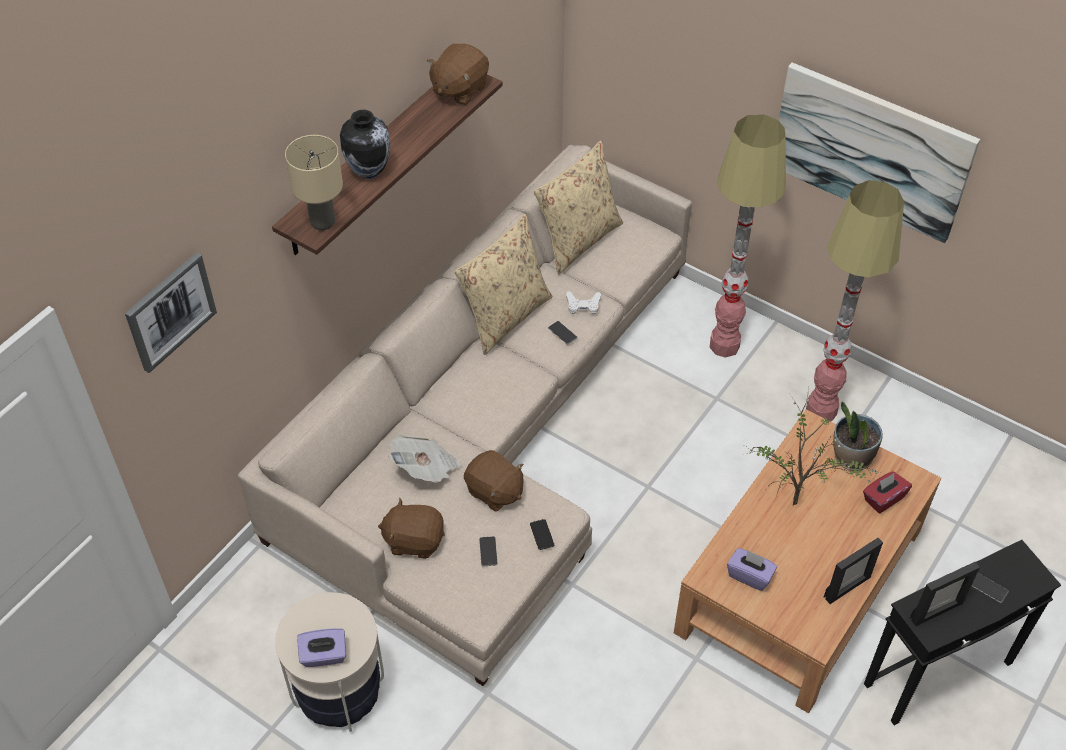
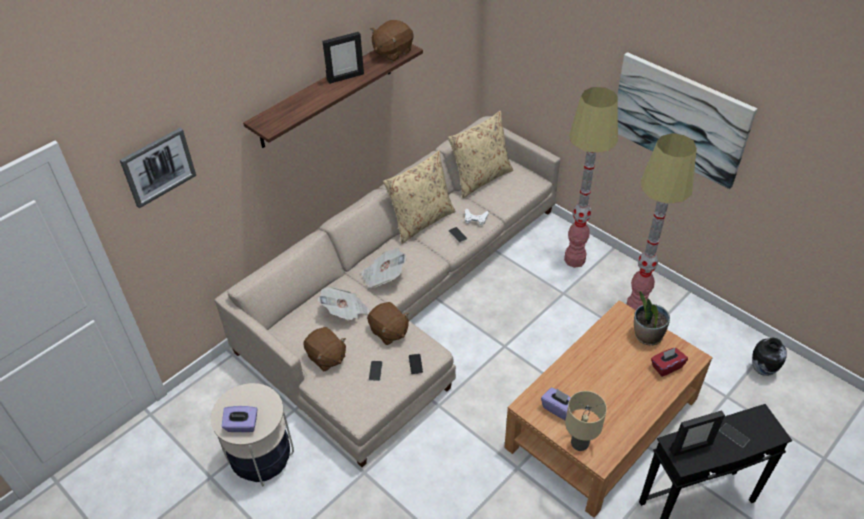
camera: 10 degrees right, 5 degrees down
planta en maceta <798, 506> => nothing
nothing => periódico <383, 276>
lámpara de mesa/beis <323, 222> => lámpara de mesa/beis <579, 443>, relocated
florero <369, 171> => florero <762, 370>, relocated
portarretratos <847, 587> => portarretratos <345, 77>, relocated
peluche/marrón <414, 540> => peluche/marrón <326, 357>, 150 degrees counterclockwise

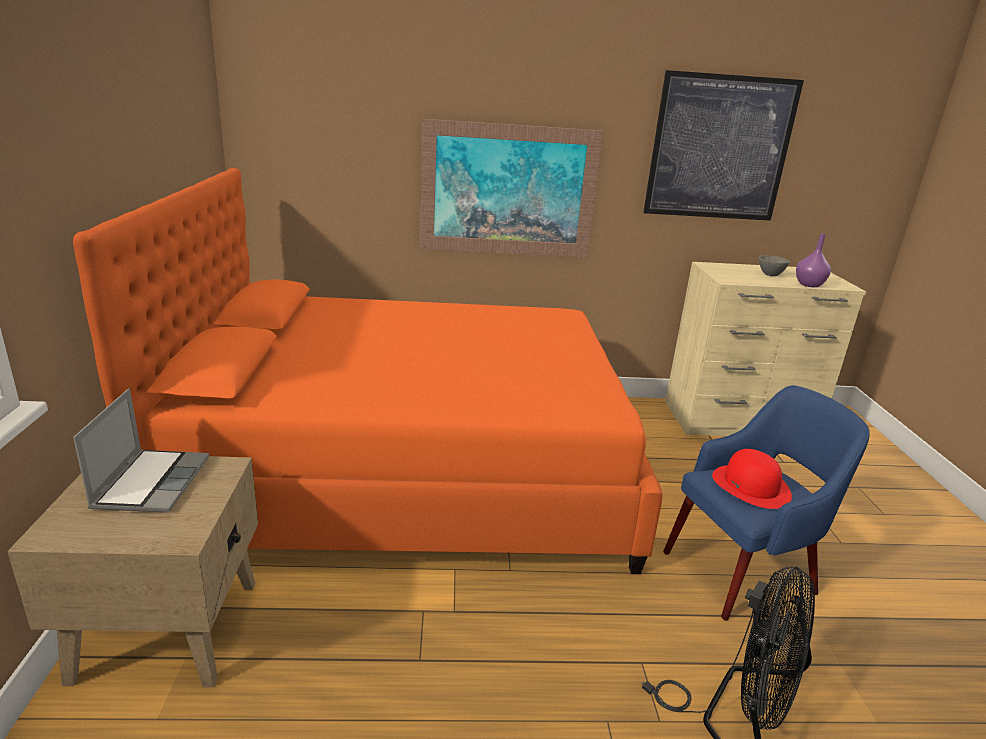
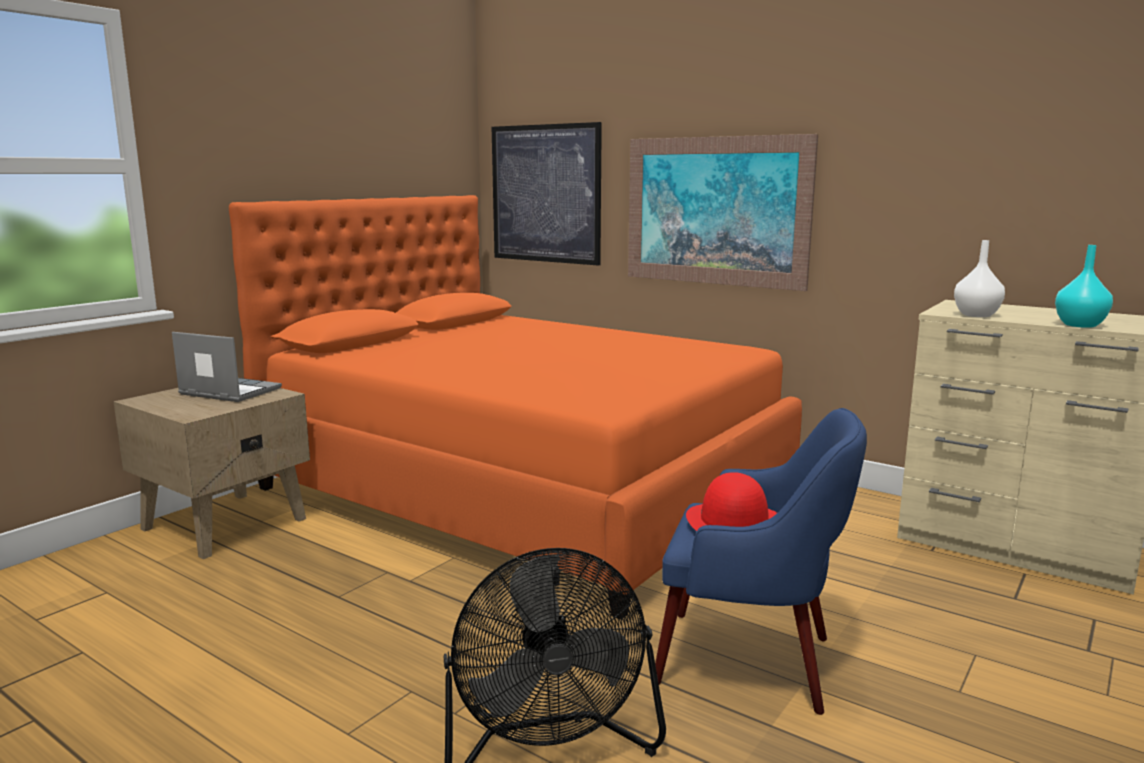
camera: 40 degrees right, 10 degrees down
cuenco/gris <770, 275> => nothing
nothing => florero/blanco <976, 315>
cuadro <719, 148> => cuadro <545, 194>, relocated
florero/morado <809, 285> => florero/turquesa <1079, 325>
portátil <151, 482> => portátil <228, 392>, 105 degrees counterclockwise

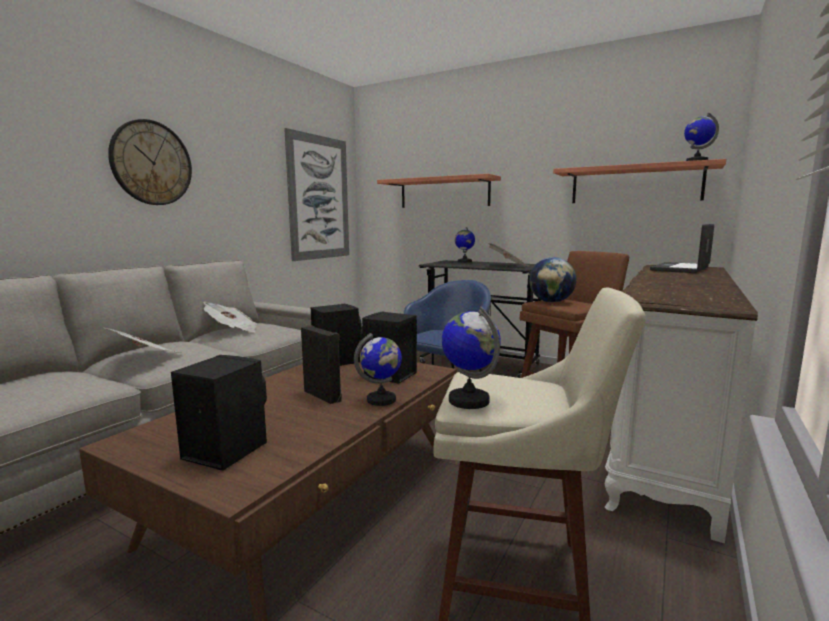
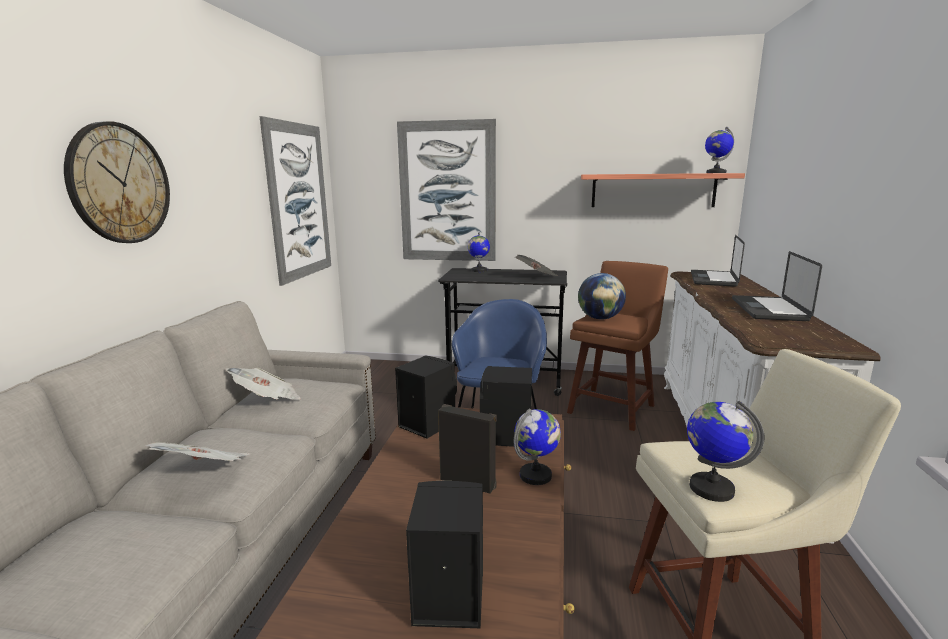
camera: 20 degrees left, 5 degrees up
nothing => portátil <768, 309>
estante <444, 193> => cuadro <447, 192>

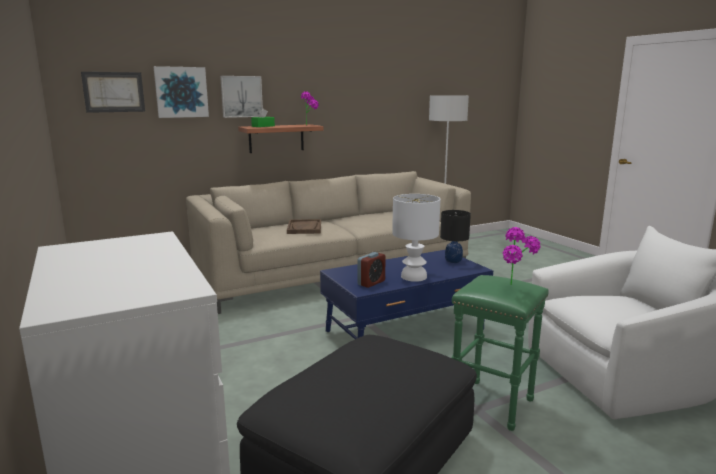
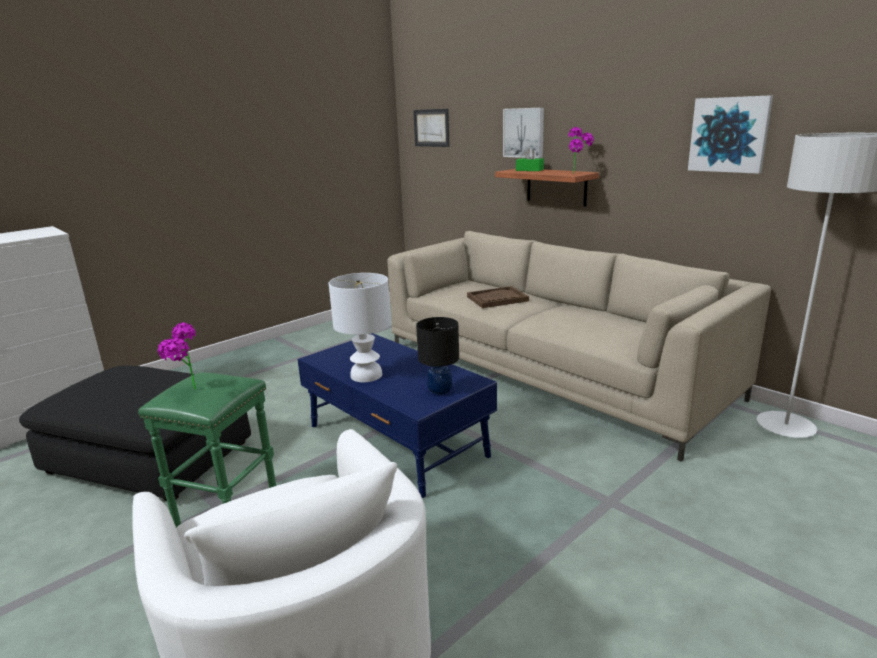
camera: 75 degrees right, 5 degrees up
despertador <371, 283> => nothing
cuadro <181, 92> => cuadro <729, 134>, relocated

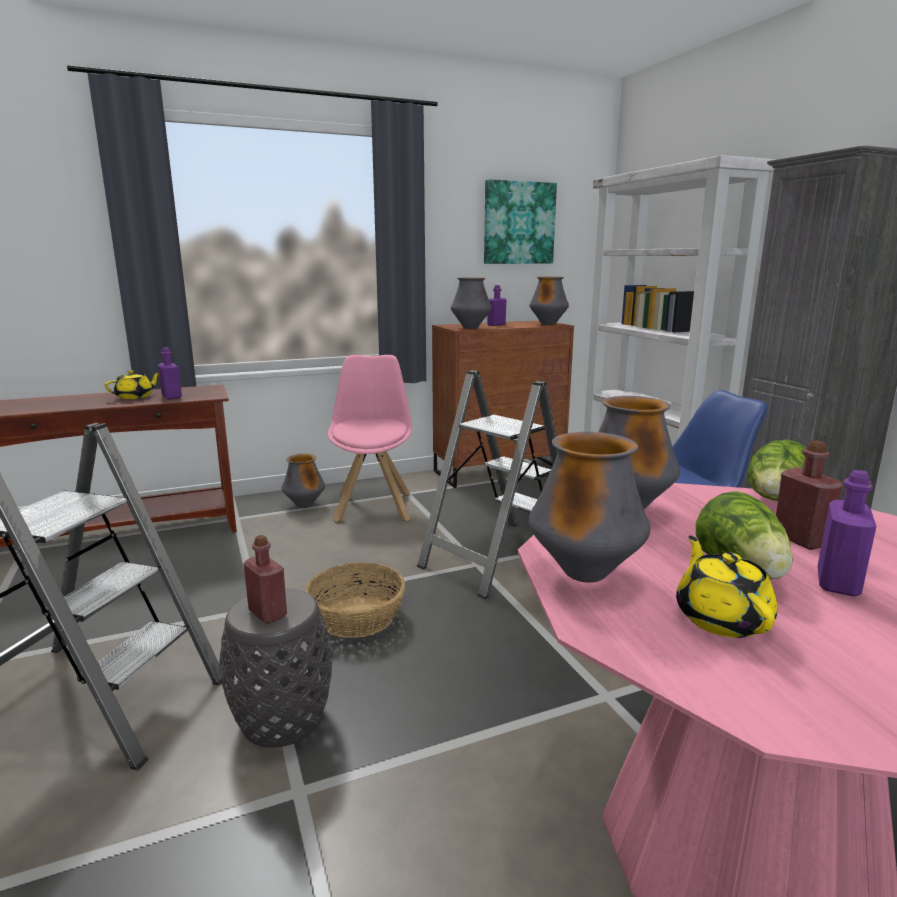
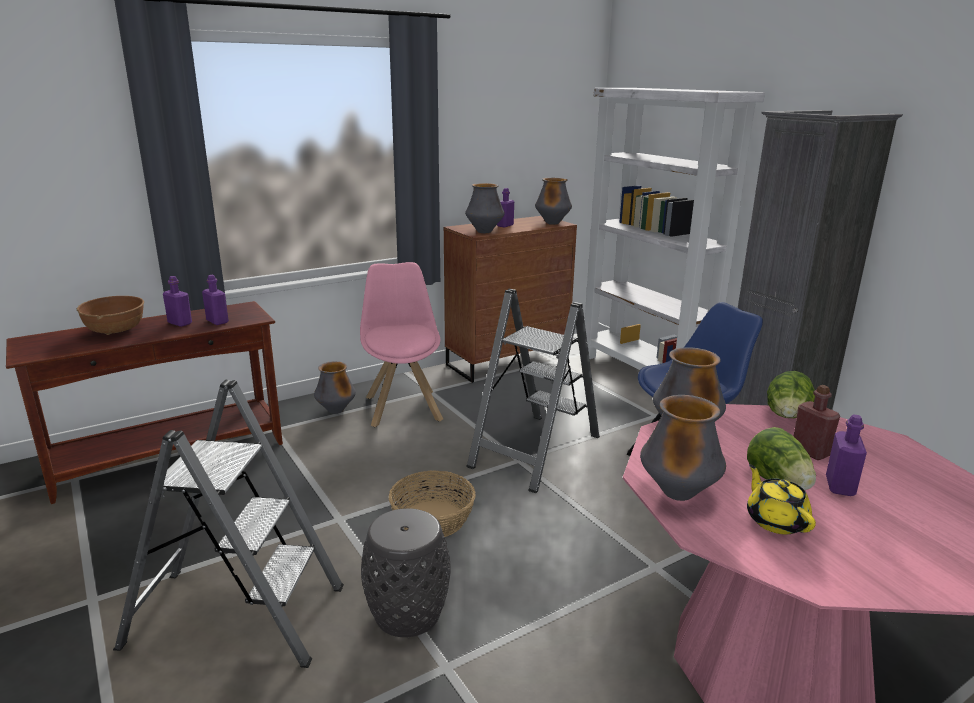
camera: 10 degrees left, 5 degrees up
botella/rojo <268, 613> => nothing
cuadro <518, 223> => nothing
nothing => cuenco/marrón <116, 330>
tetera/amarillo <135, 397> => botella/morado <180, 323>

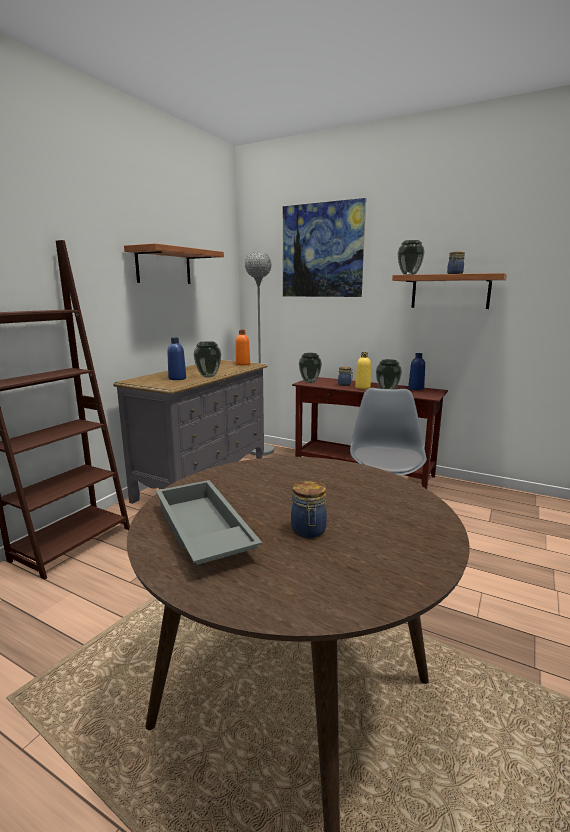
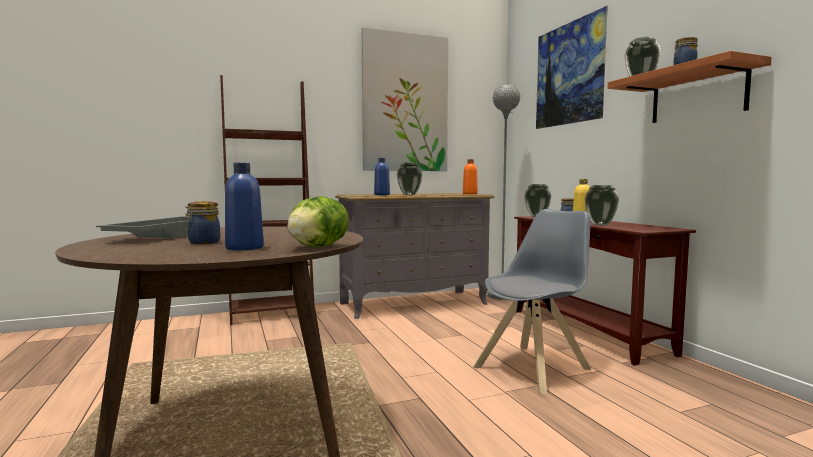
camera: 40 degrees right, 10 degrees down
nothing => lechuga <317, 247>
botella/azul <416, 388> => botella/azul <244, 248>, relocated
estante <164, 266> => cuadro <405, 103>

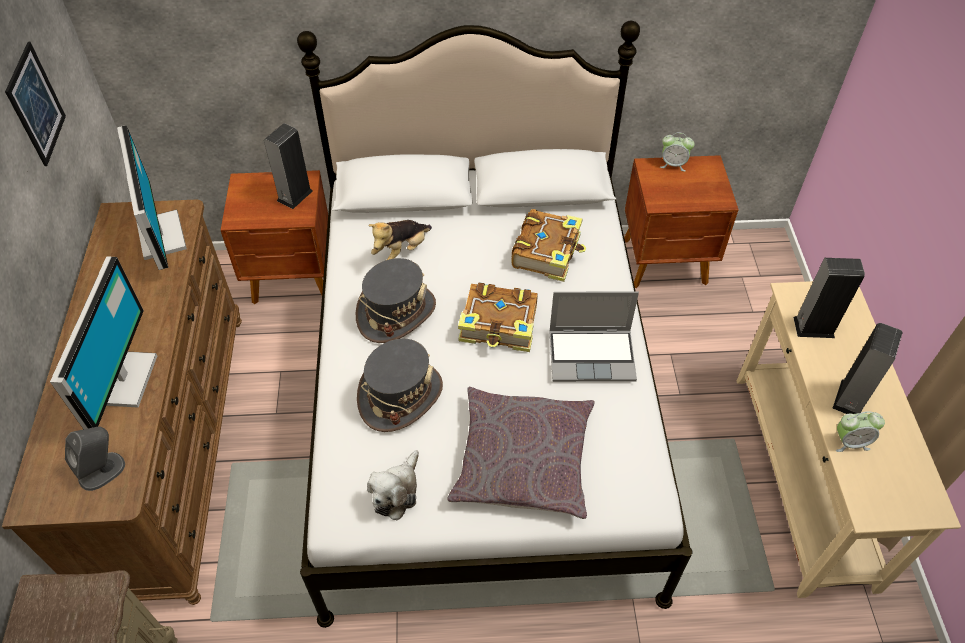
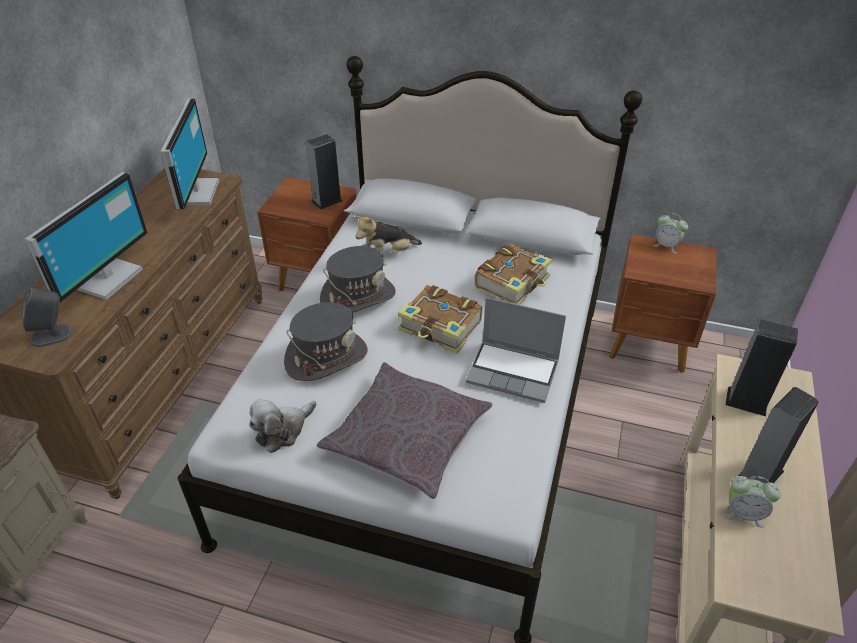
camera: 20 degrees right, 10 degrees down
cuadro <36, 104> => nothing

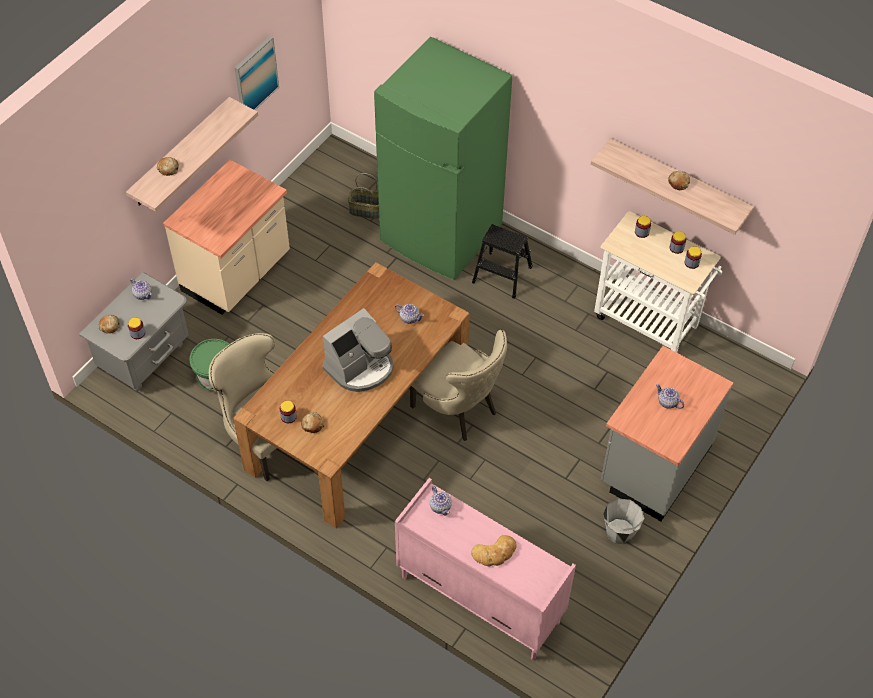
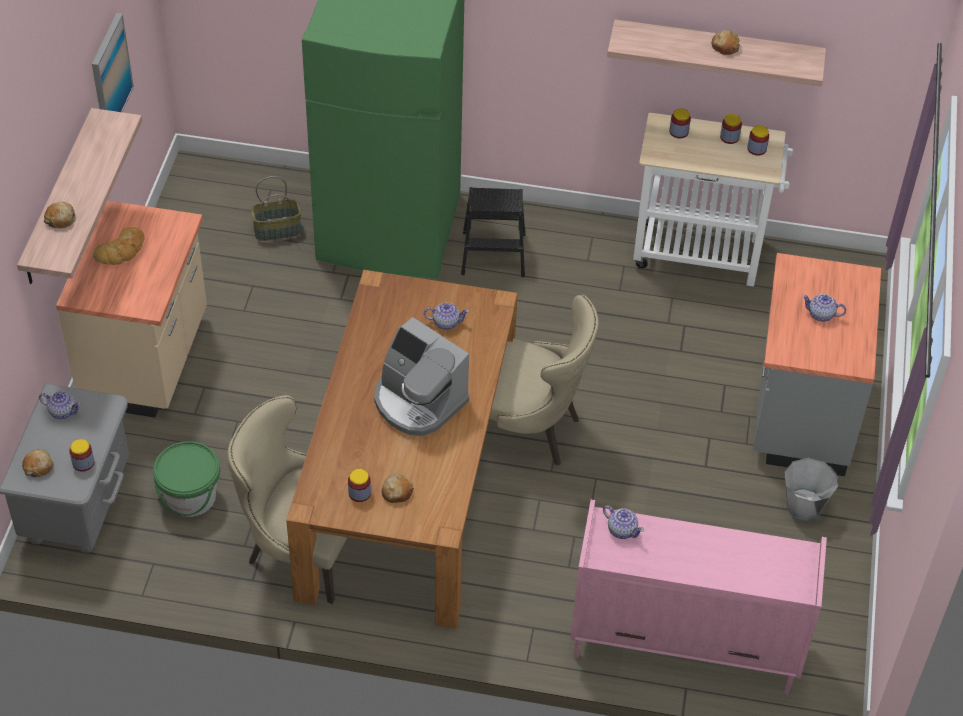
camera: 25 degrees left, 5 degrees down
pan <495, 553> => pan <122, 250>, relocated
cafetera <360, 367> => cafetera <418, 402>, 105 degrees clockwise

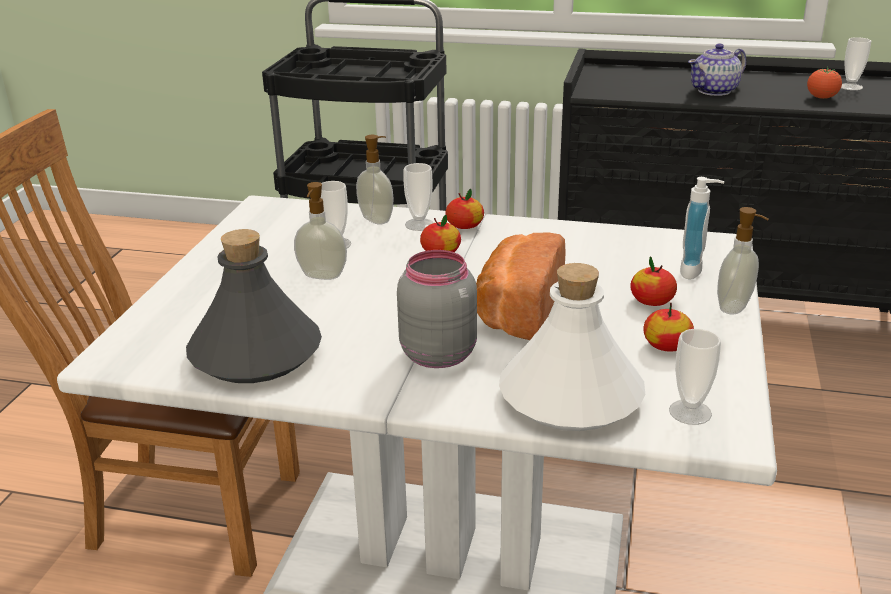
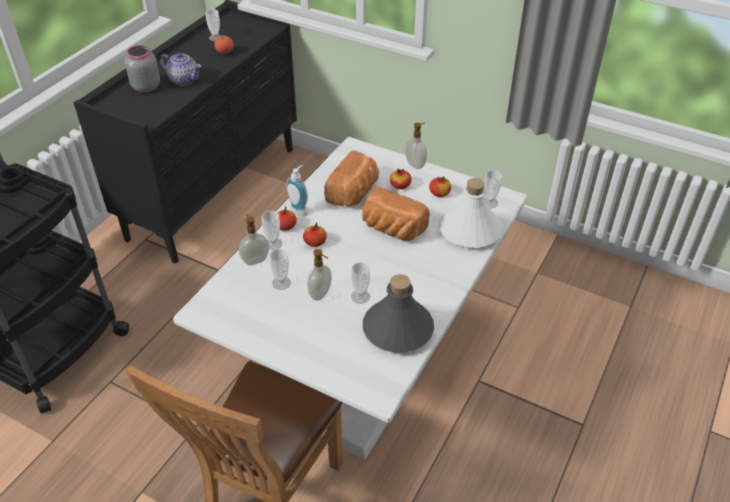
camera: 75 degrees left, 15 degrees up
nothing => pan <354, 193>
nothing => taza <360, 296>
tarro/gris <437, 353> => tarro/gris <145, 87>, relocated
dispensador de jabón <695, 271> => dispensador de jabón <300, 210>, relocated
tetera <715, 91> => tetera <183, 80>, 45 degrees counterclockwise

